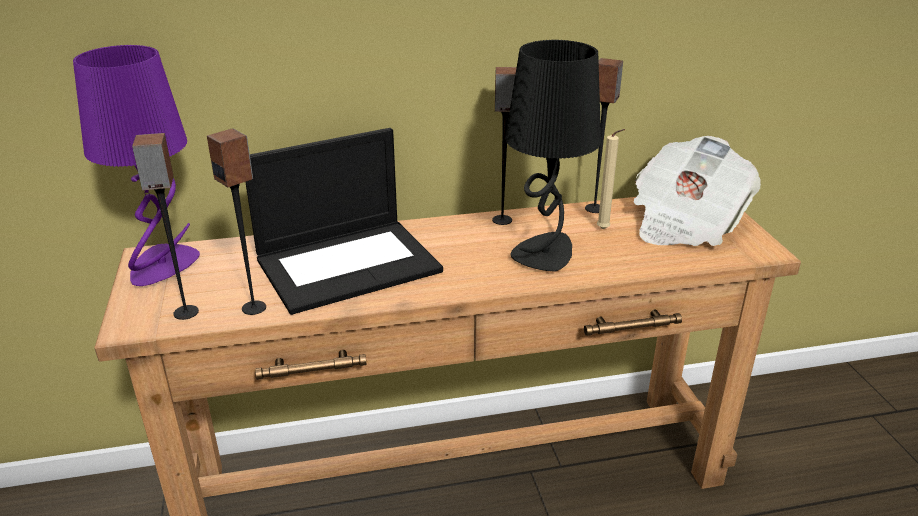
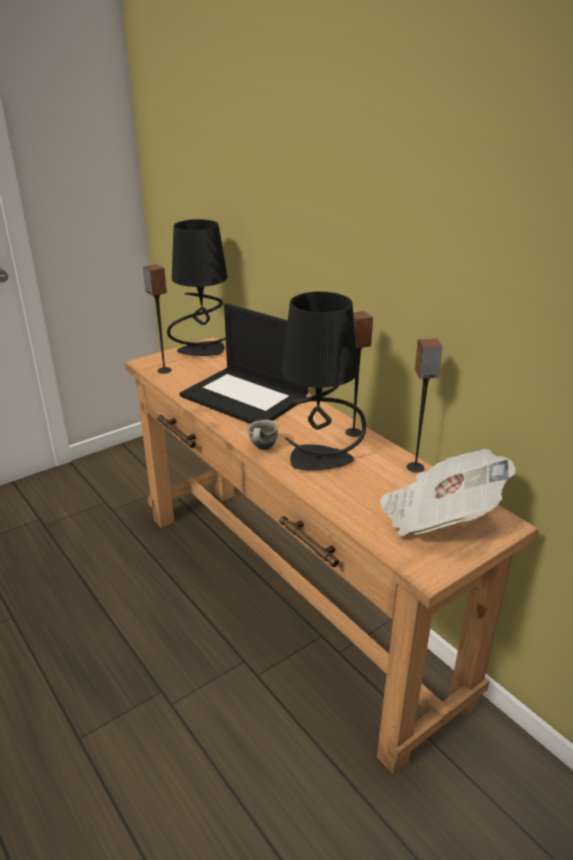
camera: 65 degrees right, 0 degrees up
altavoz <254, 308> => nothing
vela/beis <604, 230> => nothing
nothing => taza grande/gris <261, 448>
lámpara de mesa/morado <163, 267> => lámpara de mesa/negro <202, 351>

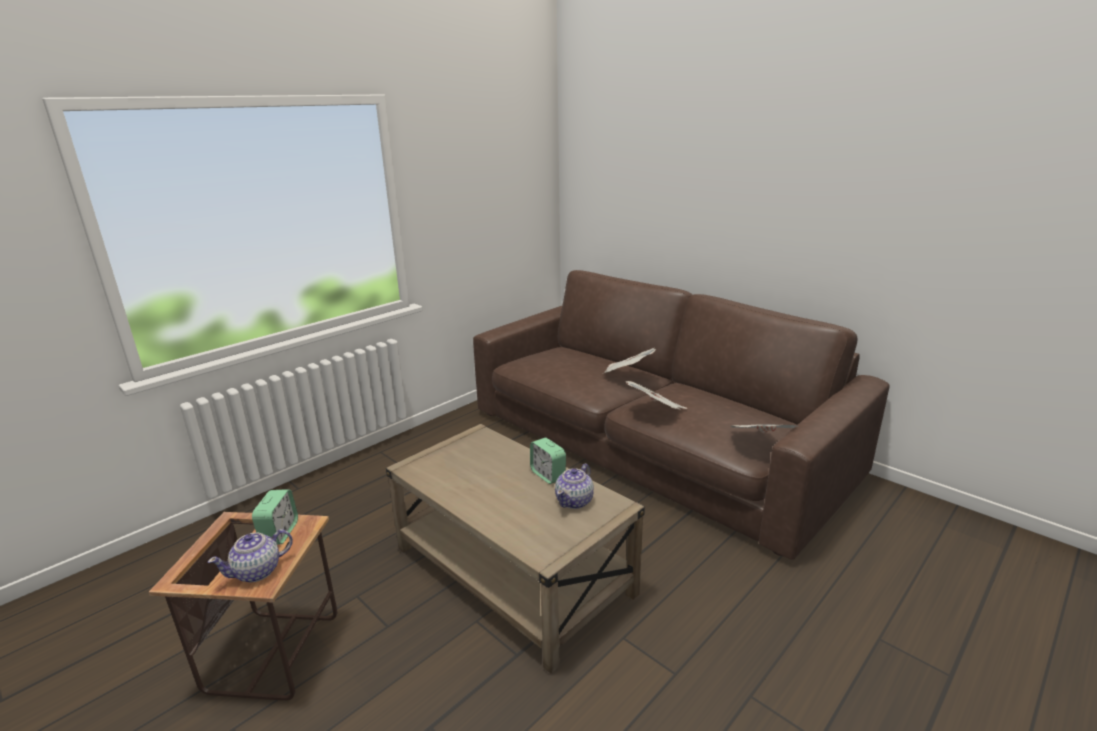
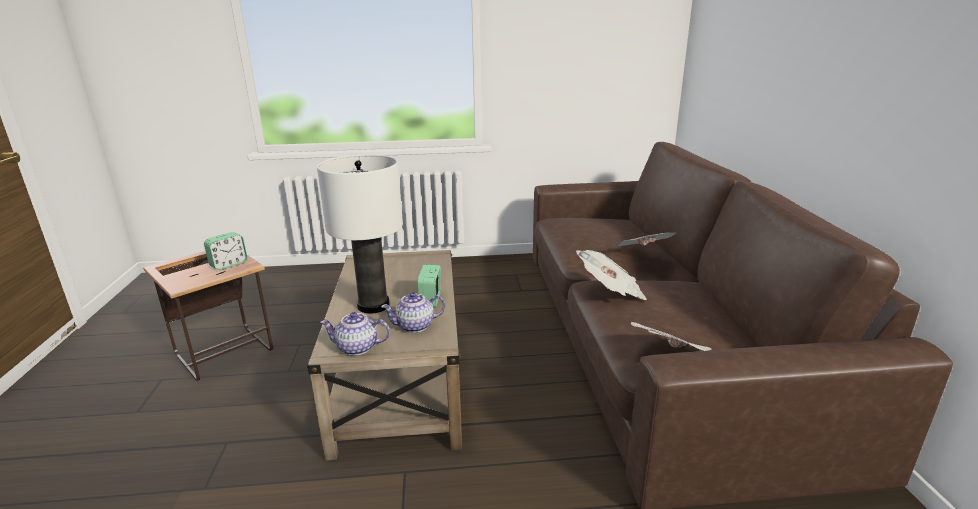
camera: 40 degrees right, 0 degrees up
nothing => lámpara de mesa/blanco <373, 306>
tetera <258, 571> => tetera <358, 348>, relocated

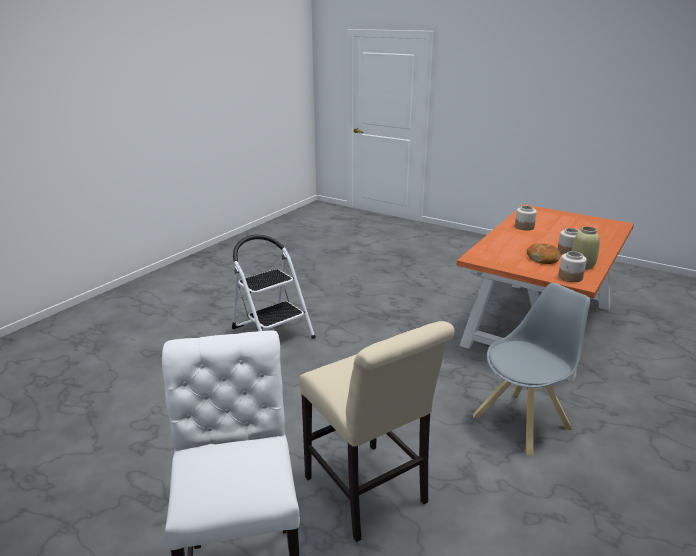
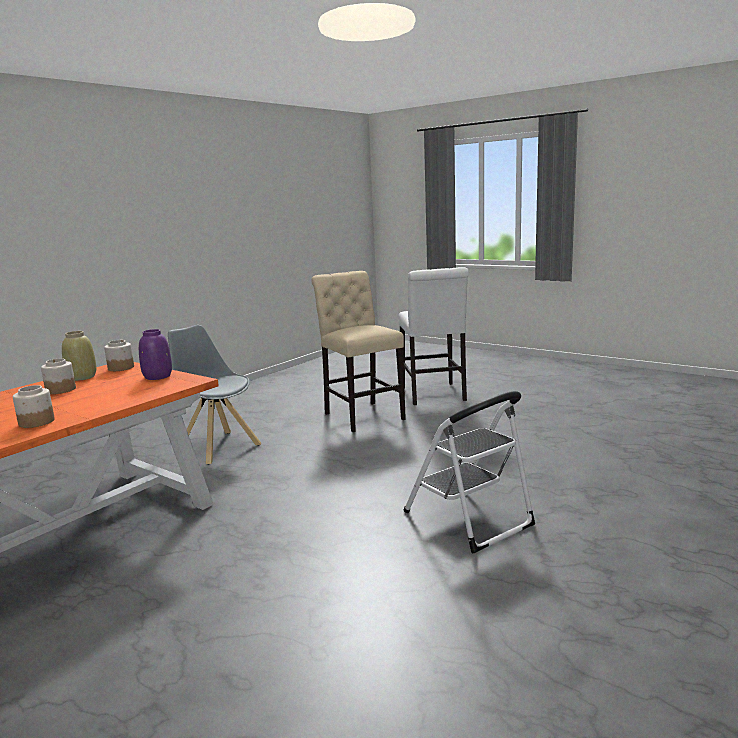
camera: 175 degrees left, 10 degrees down
pan <543, 258> => nothing
nothing => florero/morado <158, 377>
silla/gris <524, 421> => silla/gris <217, 446>, 75 degrees clockwise

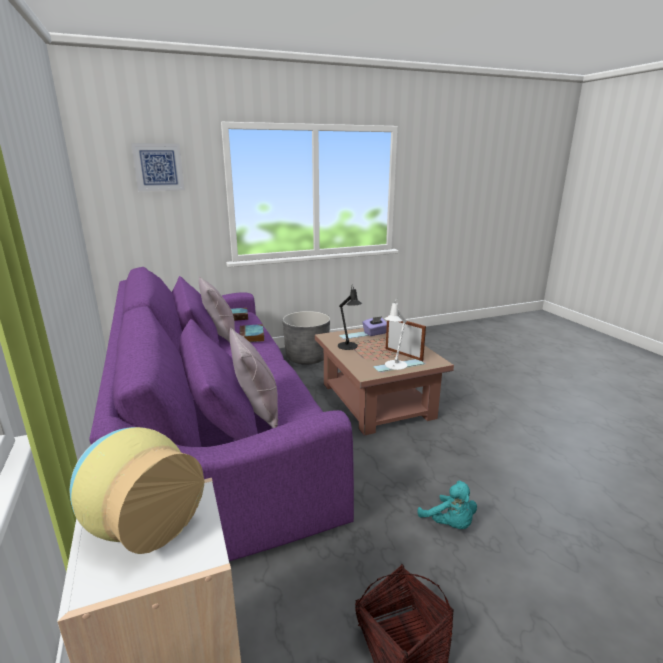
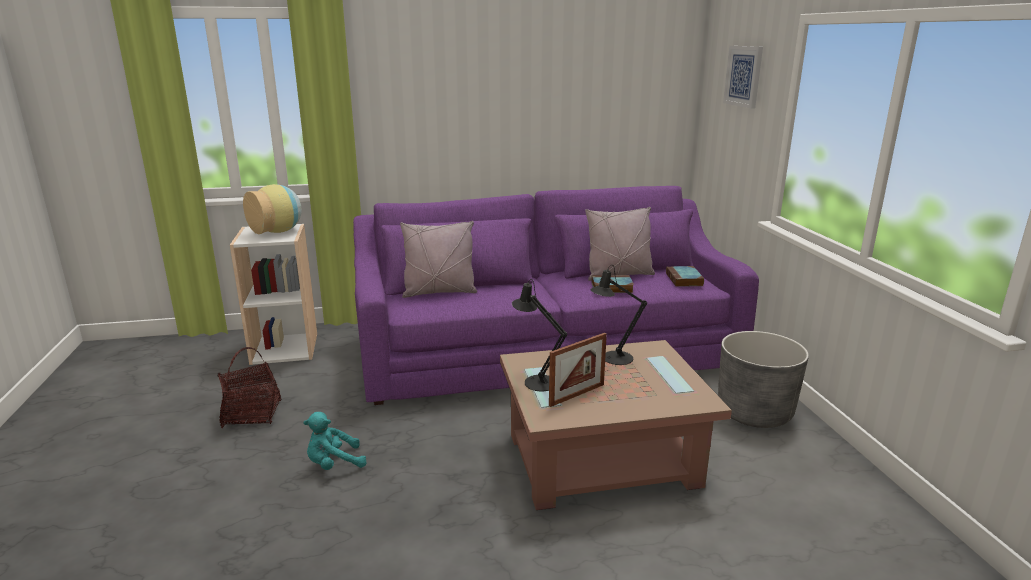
camera: 100 degrees right, 0 degrees up
caja de pañuelos/morado <375, 333> => nothing
lámpara de mesa/blanco <394, 366> => lámpara de mesa/negro <536, 381>

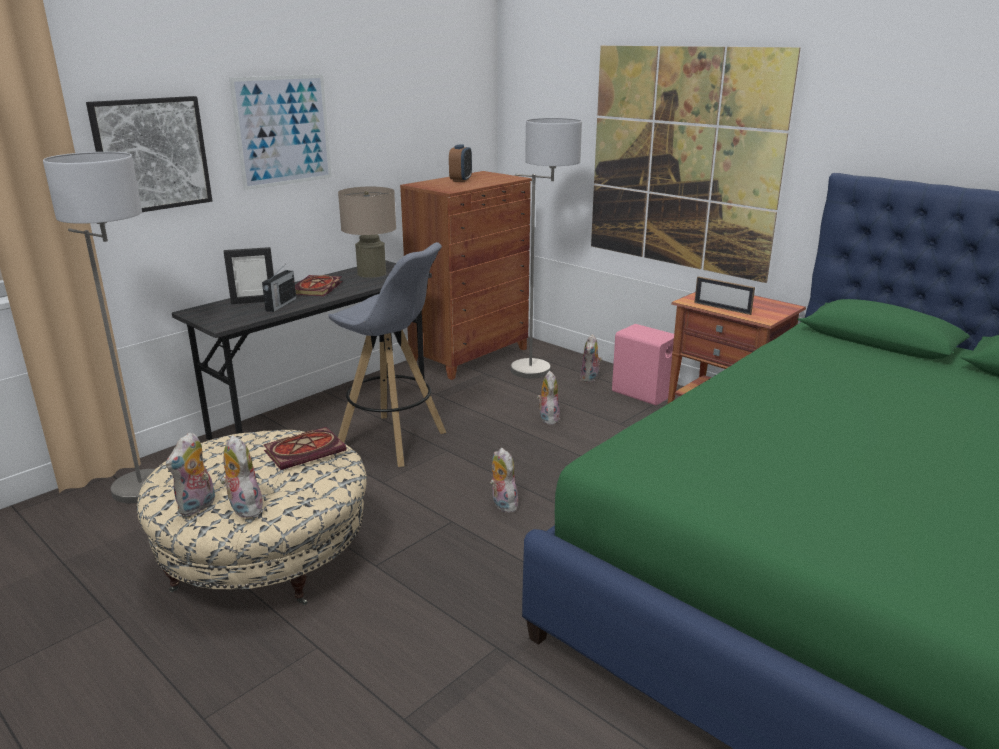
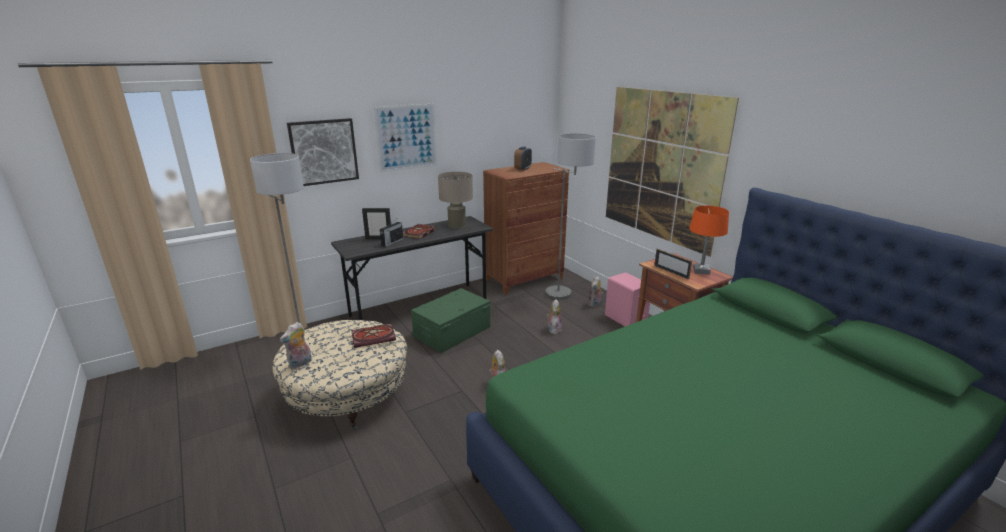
camera: 15 degrees right, 0 degrees up
peluche <243, 508> => nothing
nothing => lámpara de mesa/naranja <701, 270>
taburete/gris <394, 441> => caja de almacenaje/verde <452, 331>

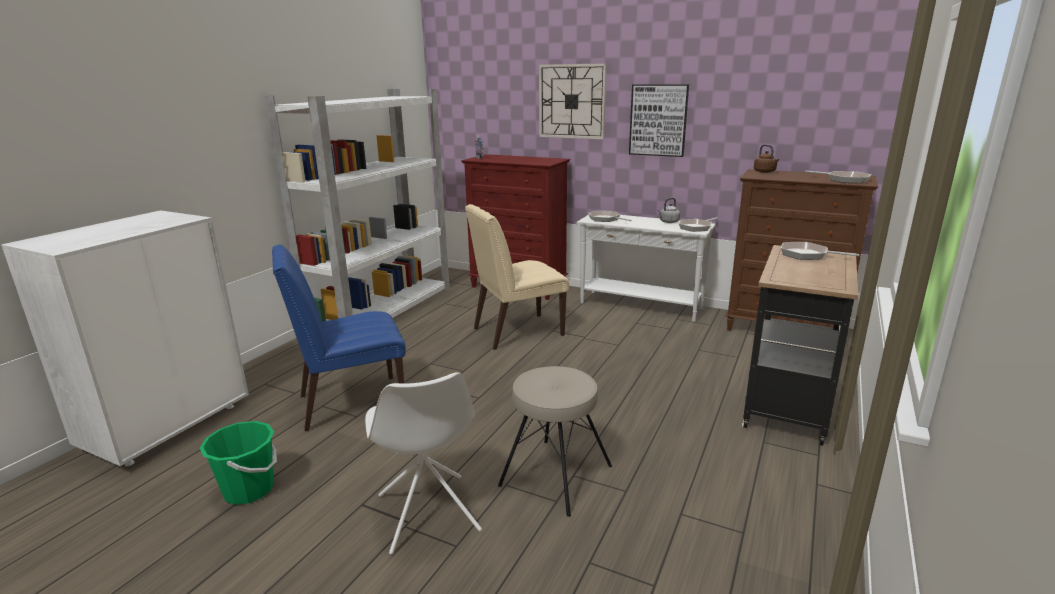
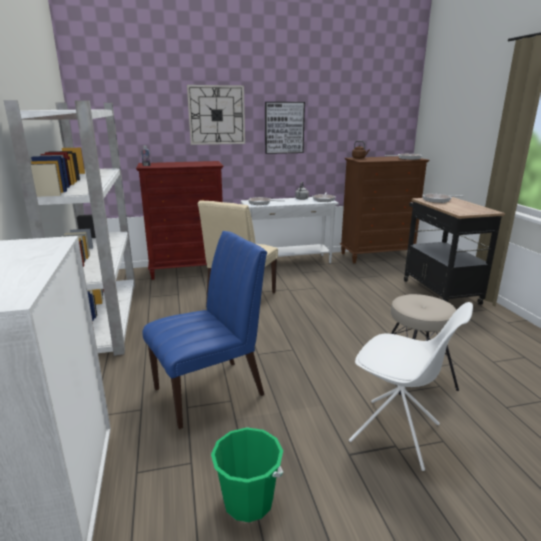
camera: 40 degrees left, 0 degrees up
silla/azul <352, 402> => silla/azul <208, 392>, 150 degrees counterclockwise

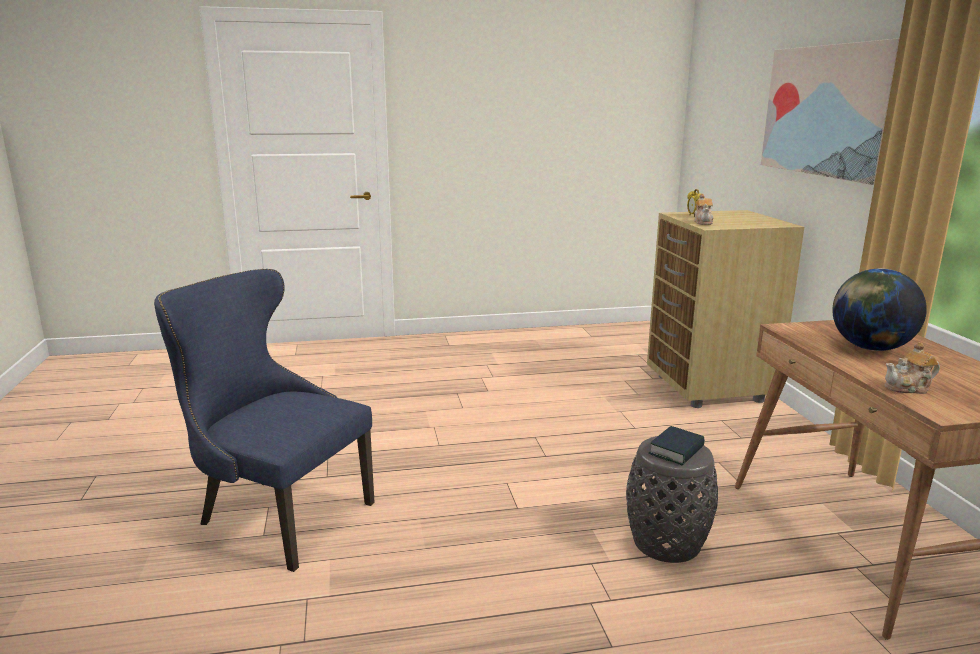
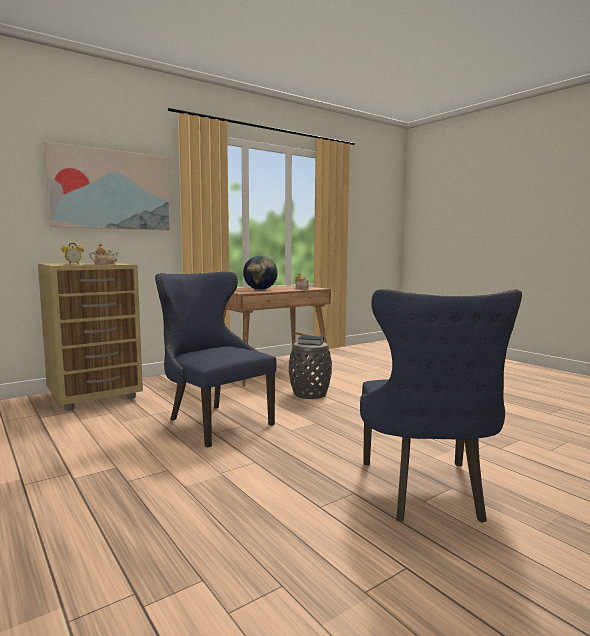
camera: 115 degrees left, 10 degrees down
nothing => silla/azul <215, 422>

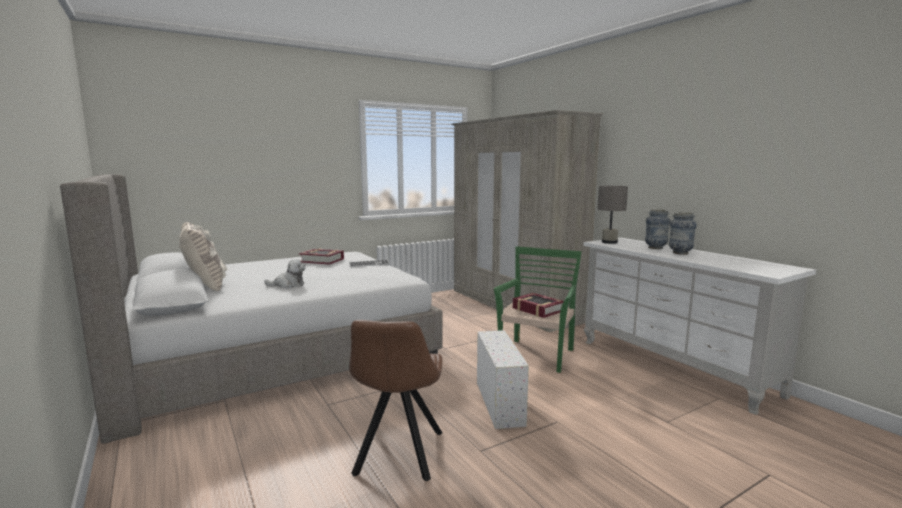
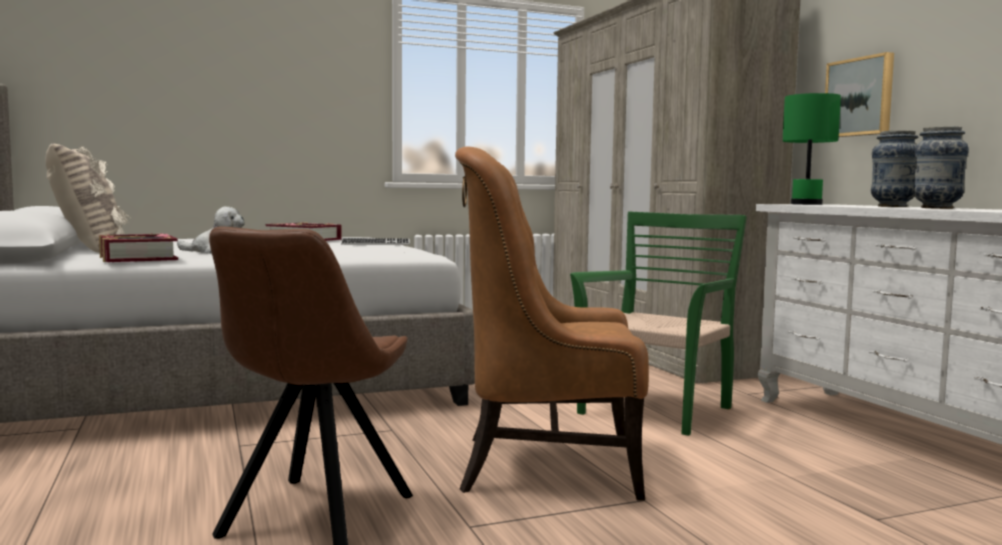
camera: 10 degrees right, 5 degrees down
nothing => cuadro <860, 97>
libro <537, 310> => libro <137, 258>, relocated
caja de almacenaje/blanco <499, 402> => silla/marrón <546, 465>
lámpara de mesa/gris <609, 242> => lámpara de mesa/verde <805, 204>

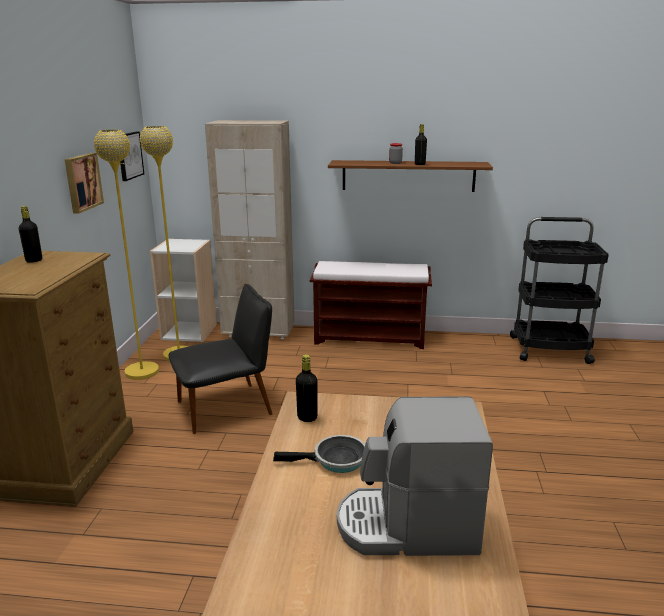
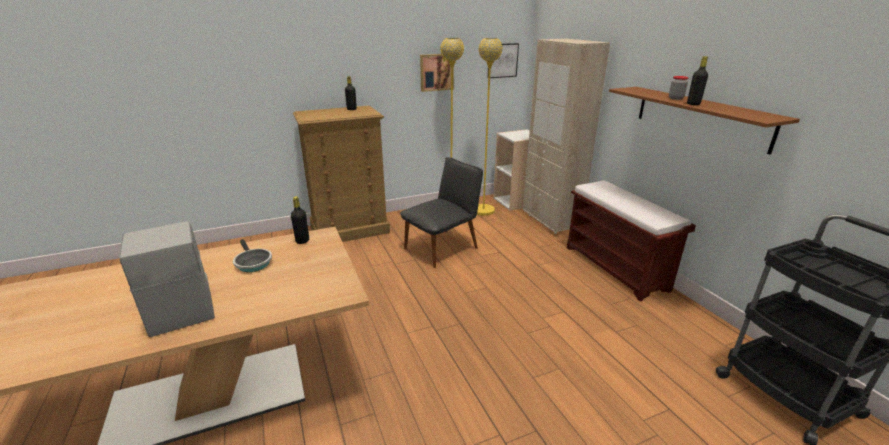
camera: 60 degrees right, 5 degrees up
silla/negro <224, 407> => silla/negro <441, 248>, 75 degrees counterclockwise

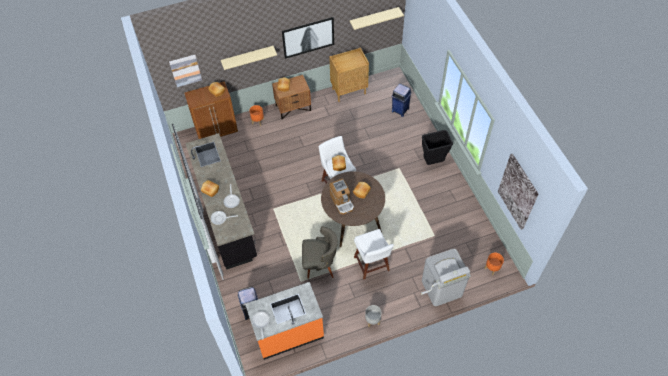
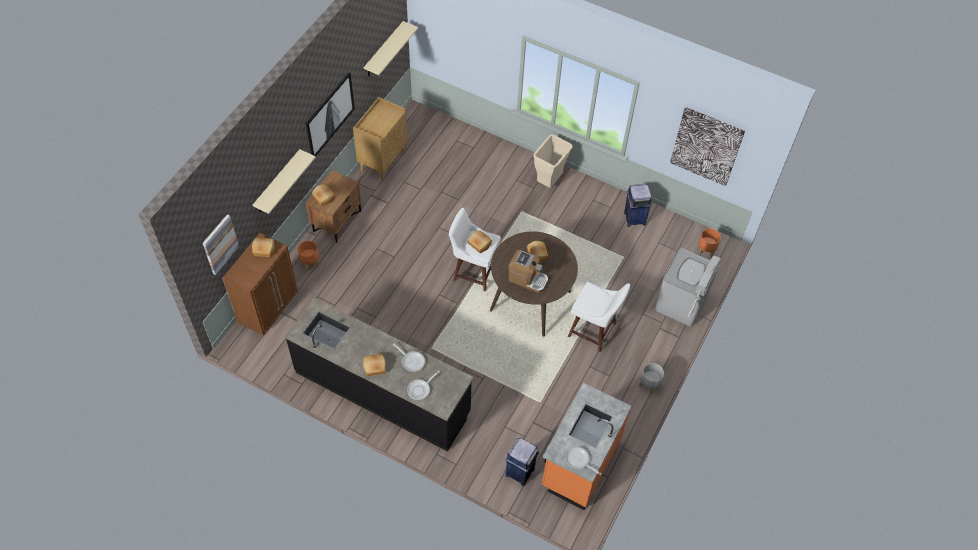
camera: 45 degrees left, 0 degrees up
silla/gris <320, 265> => nothing
papelera/azul <400, 110> => papelera/azul <634, 218>, relocated
papelera/negro <433, 161> => papelera/beis <549, 181>

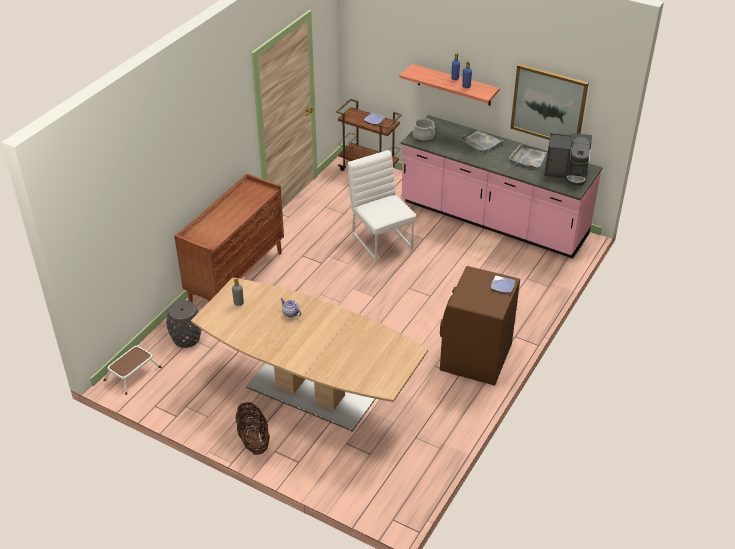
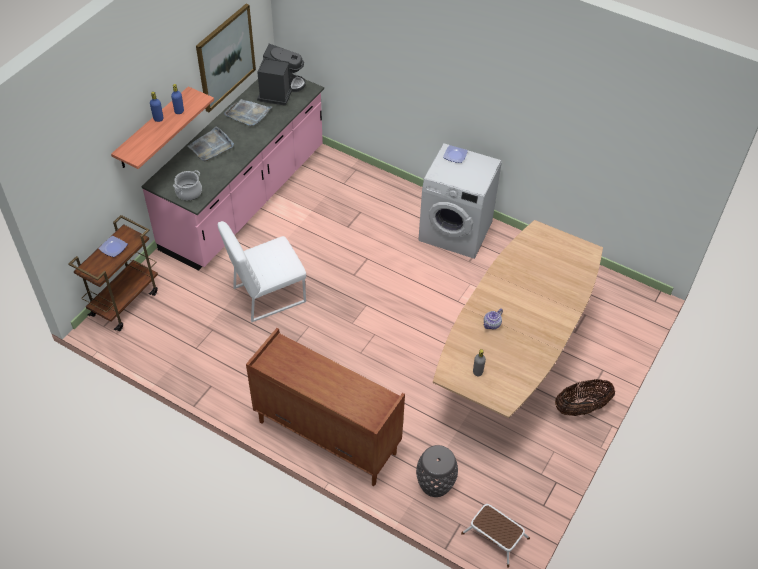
camera: 90 degrees left, 10 degrees up
lavadora/marrón <474, 356> => lavadora/blanco <455, 231>

